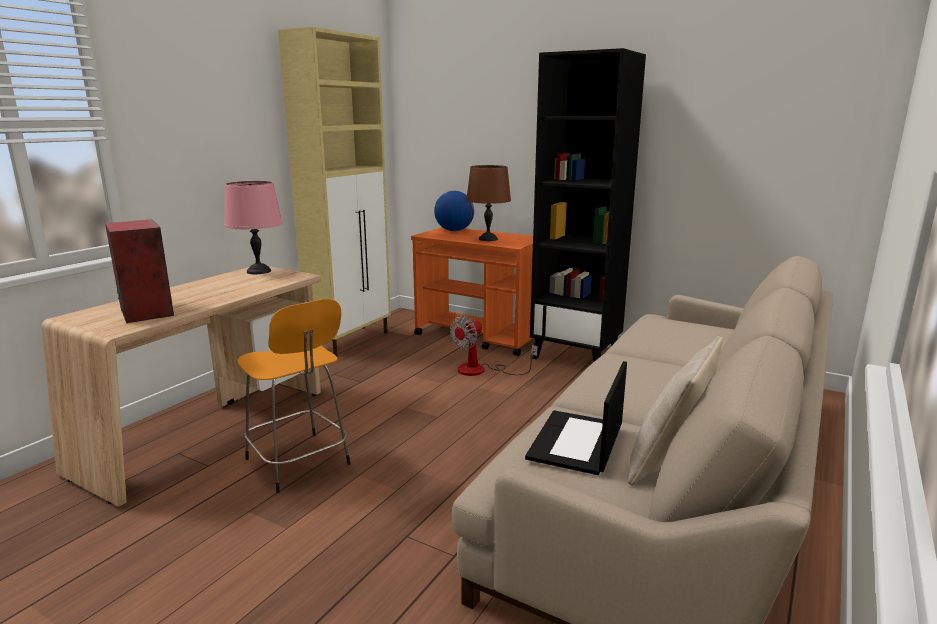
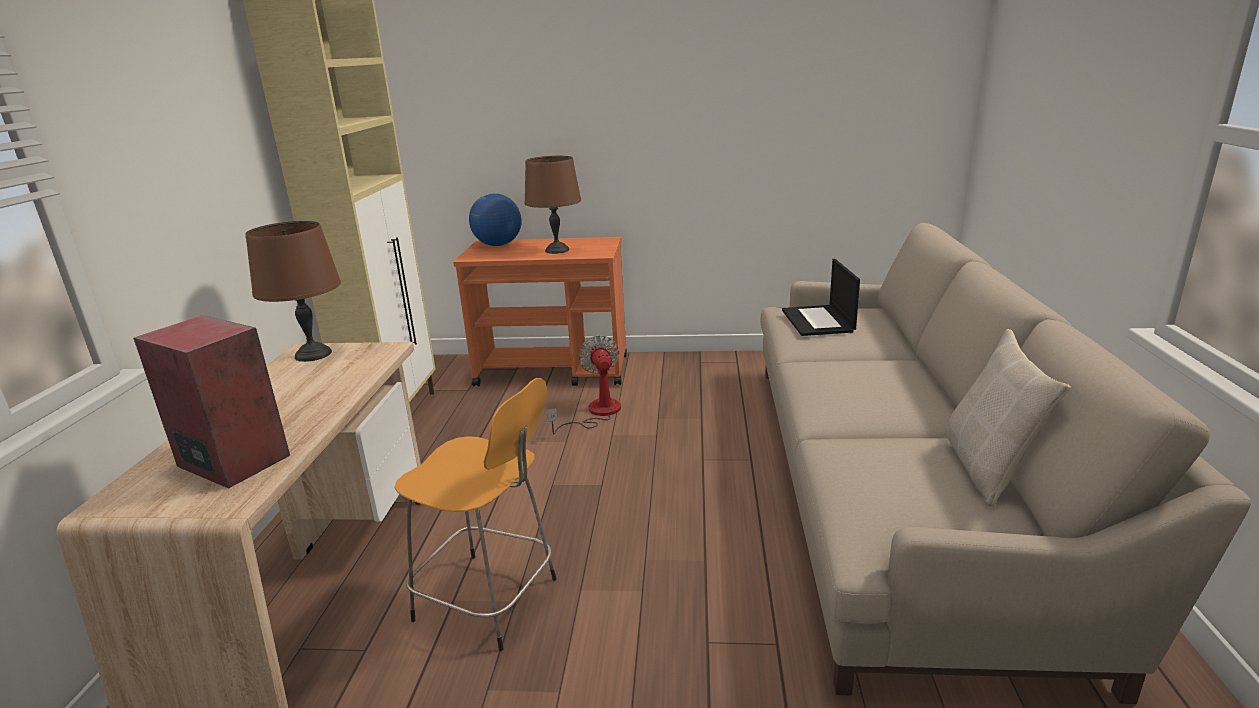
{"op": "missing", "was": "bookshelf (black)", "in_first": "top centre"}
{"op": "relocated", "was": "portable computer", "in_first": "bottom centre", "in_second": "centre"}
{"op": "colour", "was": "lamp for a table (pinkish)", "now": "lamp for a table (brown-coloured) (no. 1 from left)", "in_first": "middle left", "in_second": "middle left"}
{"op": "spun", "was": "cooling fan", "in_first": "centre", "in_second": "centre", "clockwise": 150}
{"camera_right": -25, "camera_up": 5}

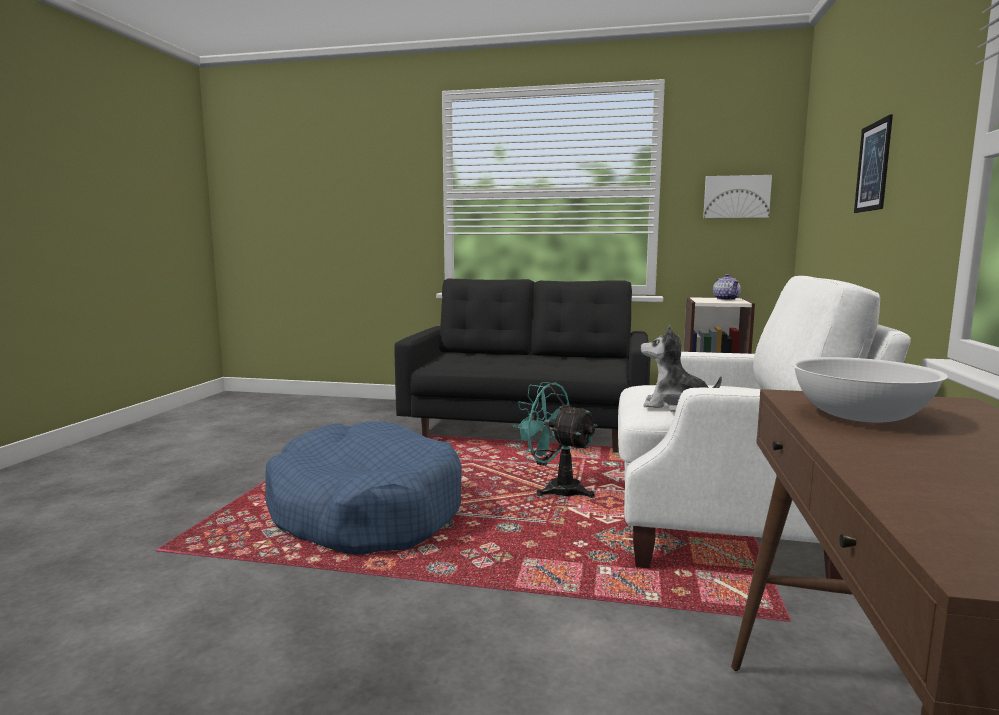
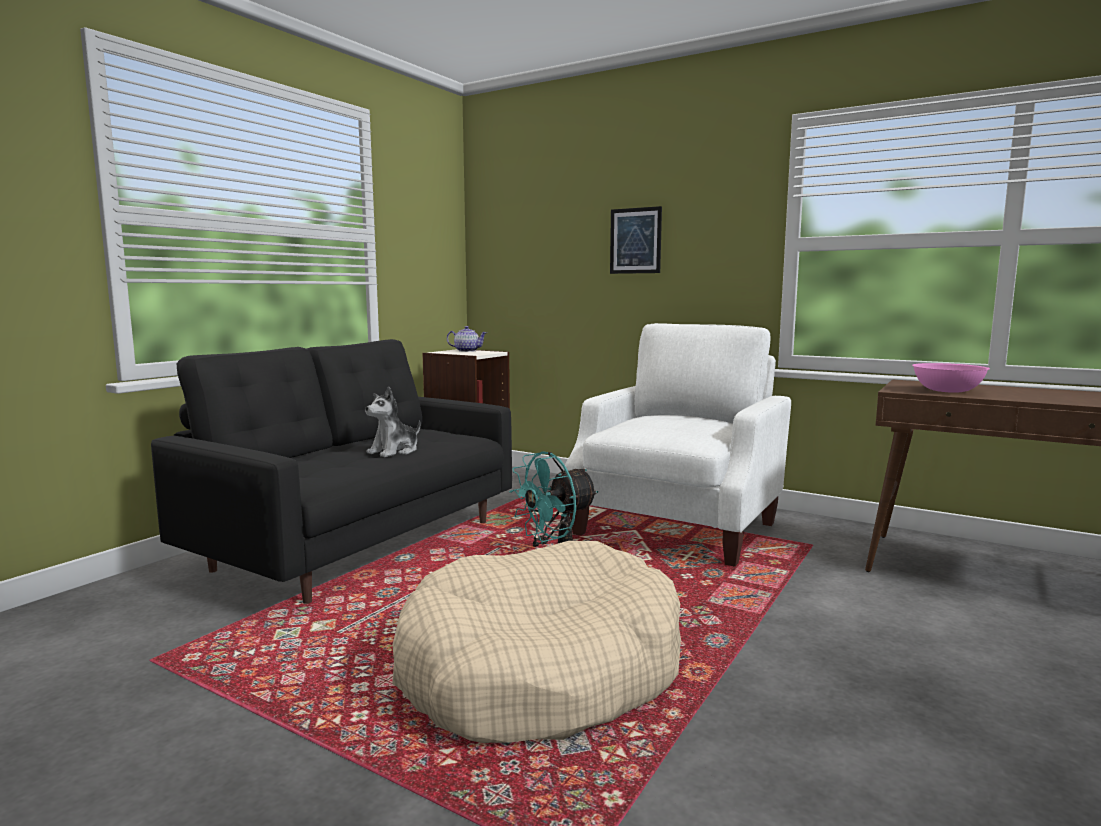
{"op": "missing", "was": "wall picture (no. 1 from left)", "in_first": "top right"}
{"op": "relocated", "was": "plush toy", "in_first": "middle right", "in_second": "centre"}
{"op": "colour", "was": "dog bed (bluish)", "now": "dog bed (beige)", "in_first": "bottom centre", "in_second": "bottom centre"}
{"op": "colour", "was": "deep dish (white-coloured)", "now": "deep dish (pinkish)", "in_first": "middle right", "in_second": "middle right"}
{"camera_right": -70, "camera_up": 0}

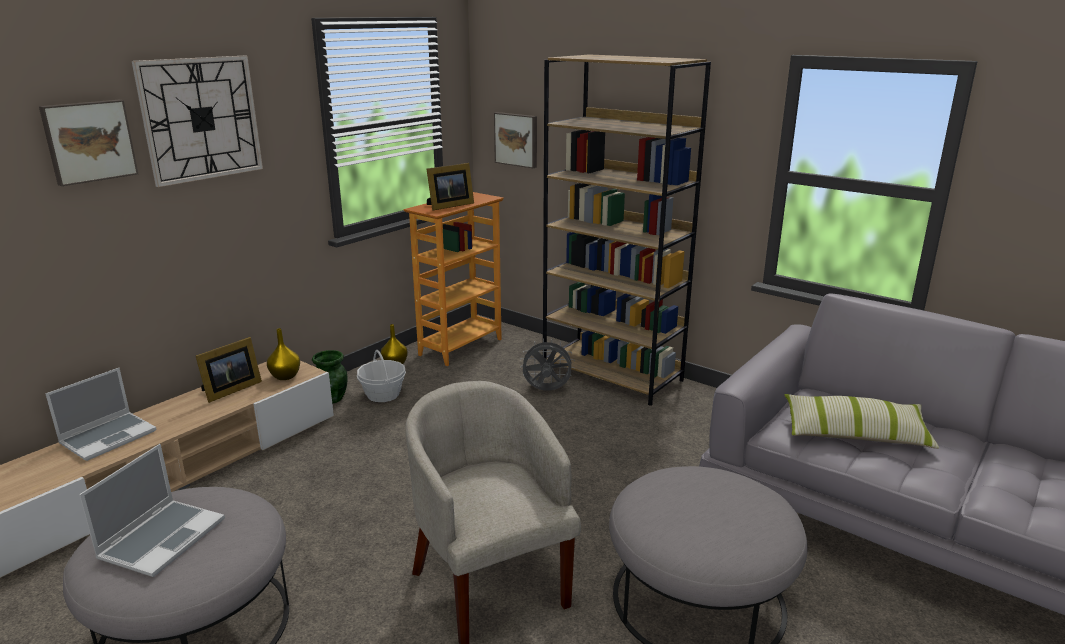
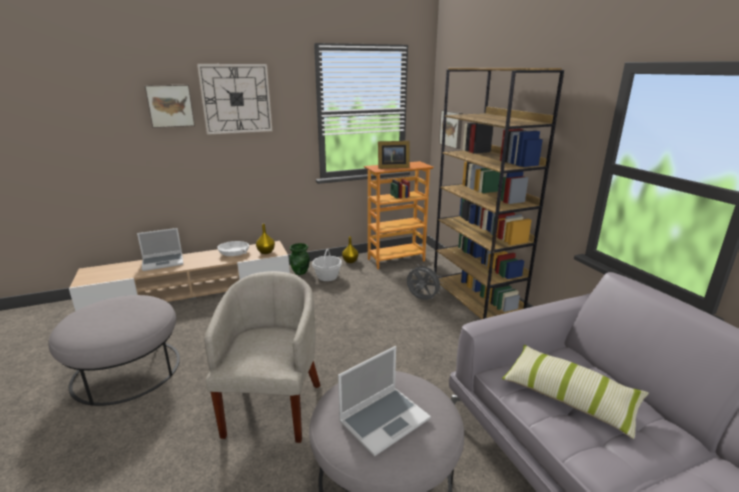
{"op": "relocated", "was": "portable computer (no. 2 from left)", "in_first": "bottom left", "in_second": "bottom centre"}
{"op": "exchanged", "was": "photo frame (no. 1 from left)", "now": "deep dish (white-coloured)", "in_first": "middle left", "in_second": "middle left"}
{"camera_right": 30, "camera_up": 0}

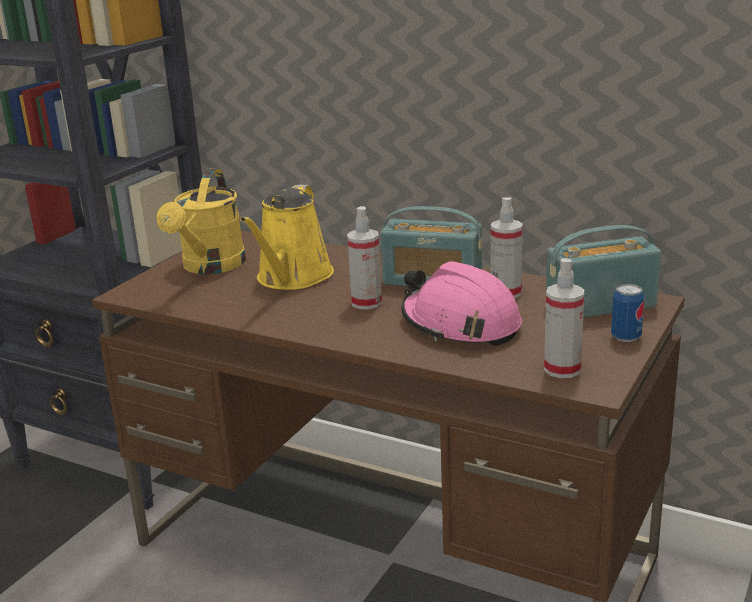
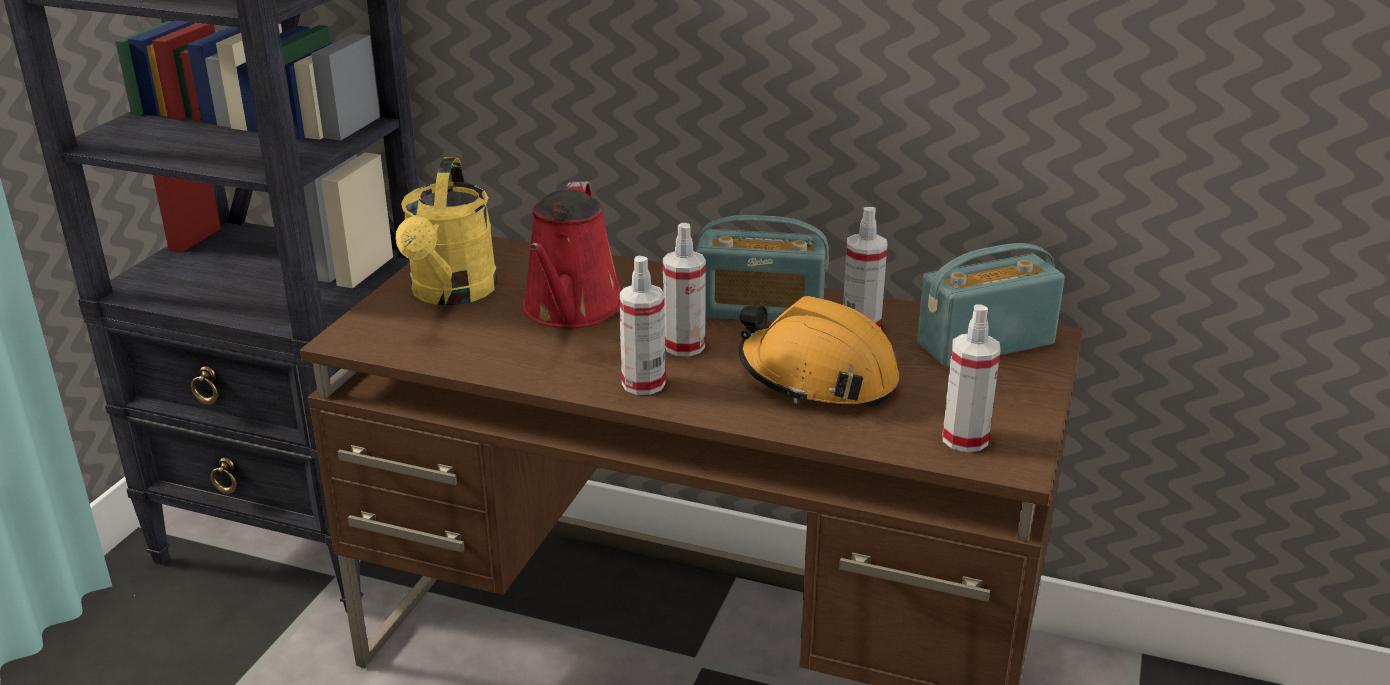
{"op": "missing", "was": "sealed can", "in_first": "middle right"}
{"op": "appeared", "now": "hand sprayer (no. 1 from left)", "in_second": "centre"}
{"op": "colour", "was": "watering can (yellow) (no. 2 from left)", "now": "watering can (red-coloured)", "in_first": "centre", "in_second": "centre"}
{"op": "colour", "was": "safety helmet (pinkish)", "now": "safety helmet (orange)", "in_first": "centre", "in_second": "centre"}
{"camera_right": -10, "camera_up": 5}

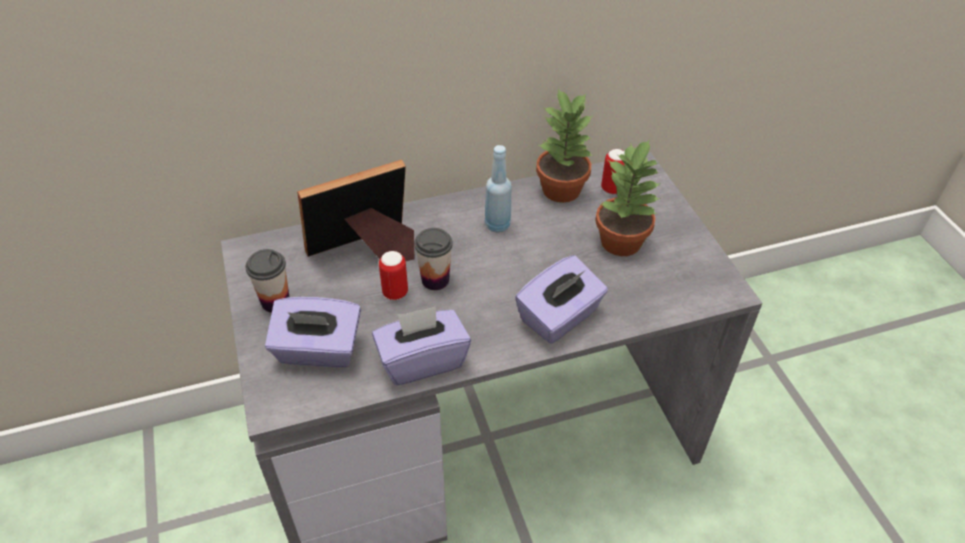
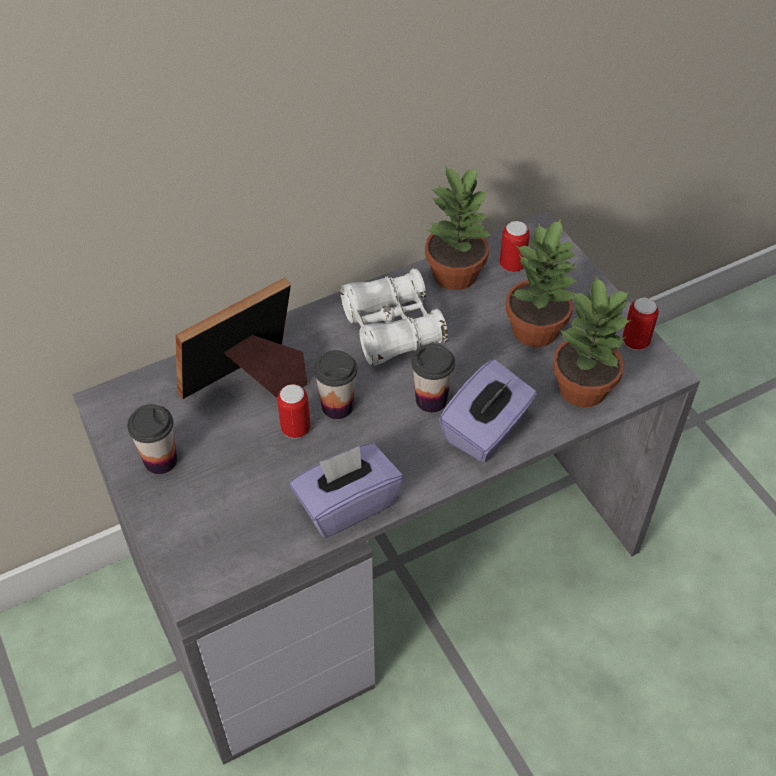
{"op": "missing", "was": "tissue box (purple-coloured) (no. 1 from left)", "in_first": "middle left"}
{"op": "appeared", "now": "small cup (no. 3 from left)", "in_second": "centre"}
{"op": "appeared", "now": "houseplant (no. 3 from left)", "in_second": "middle right"}
{"op": "appeared", "now": "sealed can (no. 3 from left)", "in_second": "middle right"}
{"op": "exchanged", "was": "drink bottle (bluish)", "now": "field glasses (white-coloured)", "in_first": "centre", "in_second": "centre"}
{"camera_right": -10, "camera_up": 5}

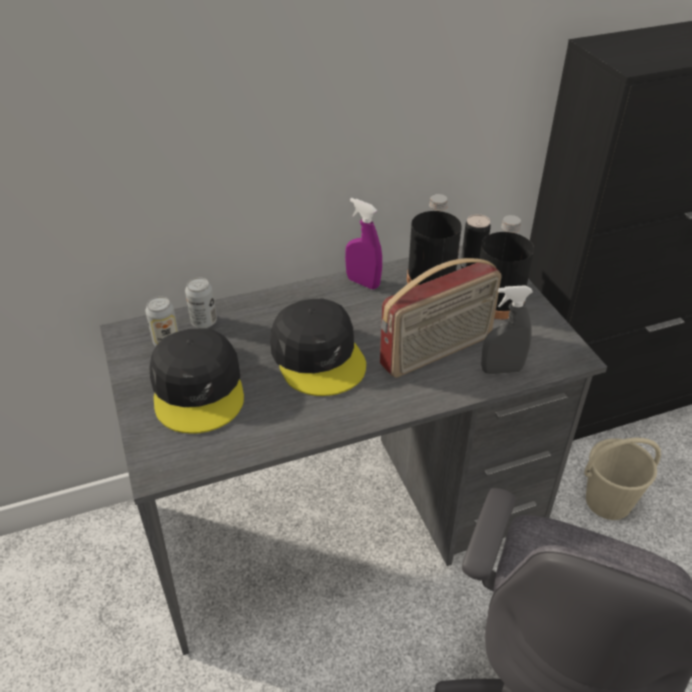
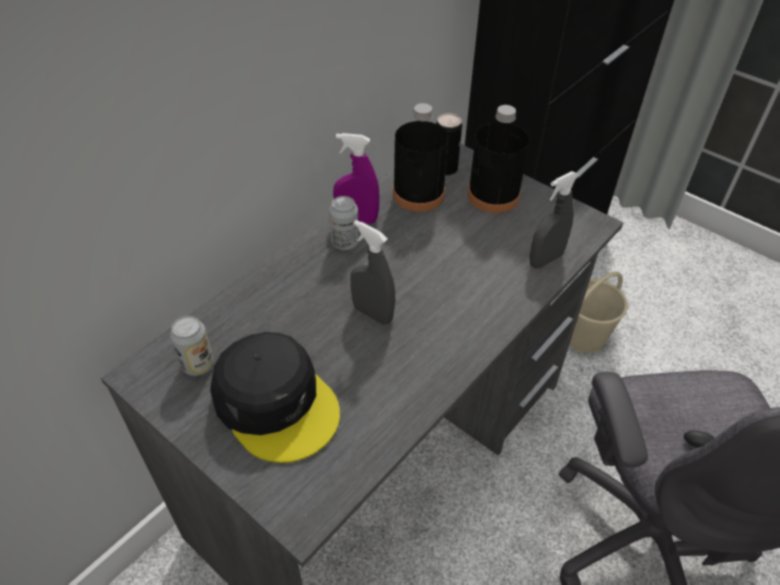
{"op": "missing", "was": "radio receiver", "in_first": "centre"}
{"op": "relocated", "was": "sealed can (no. 2 from left)", "in_first": "middle left", "in_second": "centre"}
{"op": "exchanged", "was": "peaked cap (black) (no. 2 from left)", "now": "hand sprayer (gray) (no. 1 from left)", "in_first": "centre", "in_second": "centre"}
{"camera_right": -30, "camera_up": 5}

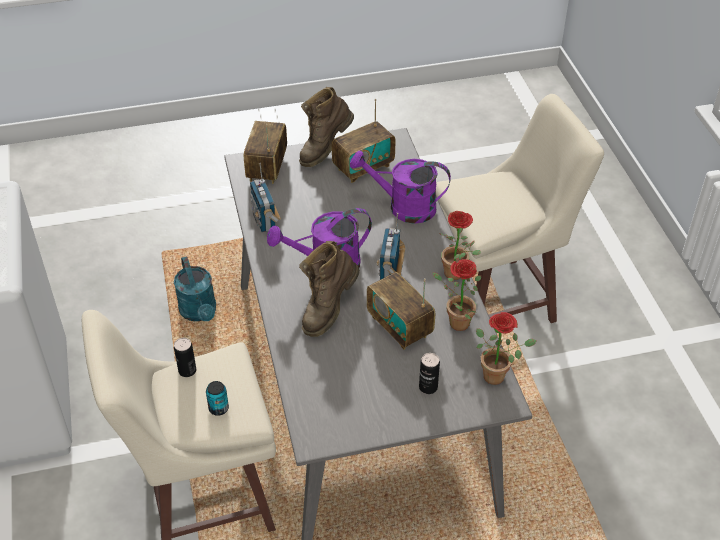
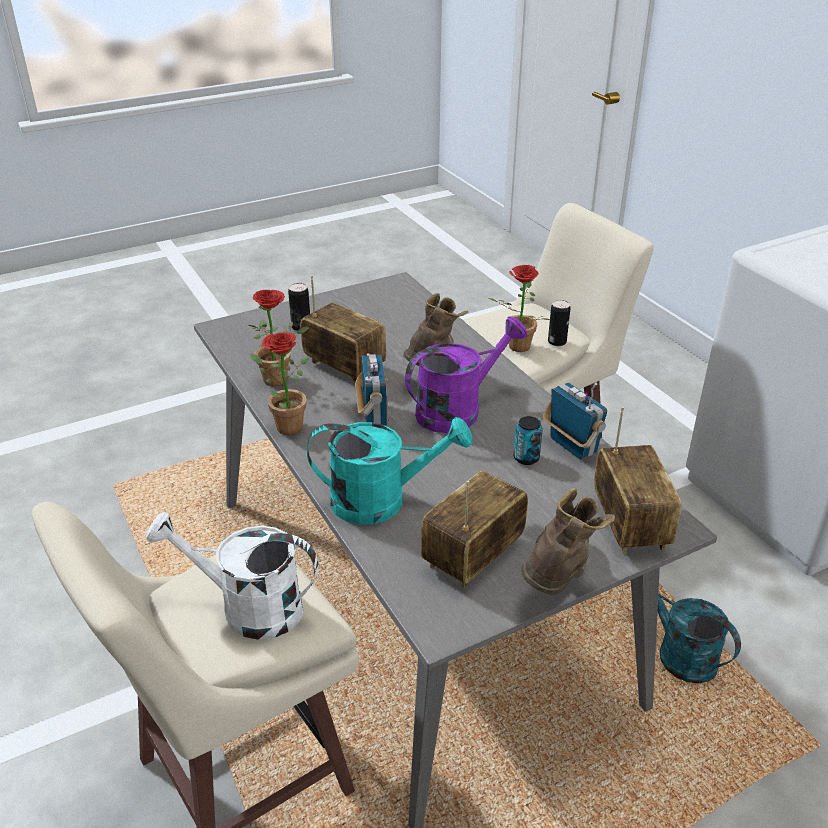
{"op": "appeared", "now": "watering can (white-coloured)", "in_second": "bottom left"}
{"op": "relocated", "was": "sealed can (no. 2 from left)", "in_first": "bottom left", "in_second": "centre"}
{"op": "relocated", "was": "houseplant (no. 3 from left)", "in_first": "middle right", "in_second": "centre"}
{"op": "colour", "was": "watering can (purple-coloured) (no. 2 from left)", "now": "watering can (turquoise) (no. 1 from left)", "in_first": "centre", "in_second": "centre"}
{"camera_right": 165, "camera_up": -10}

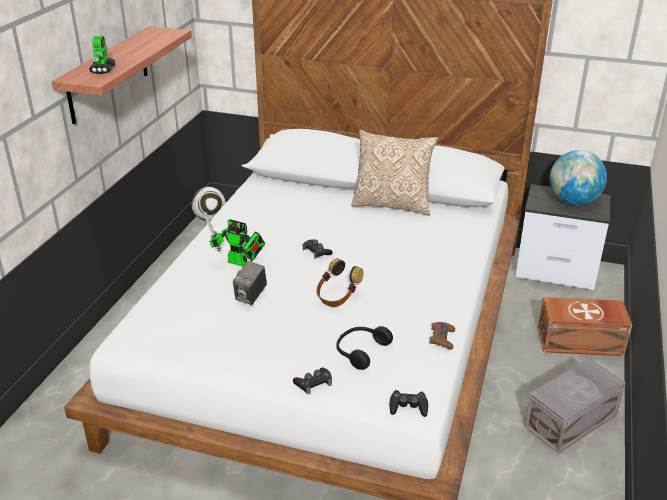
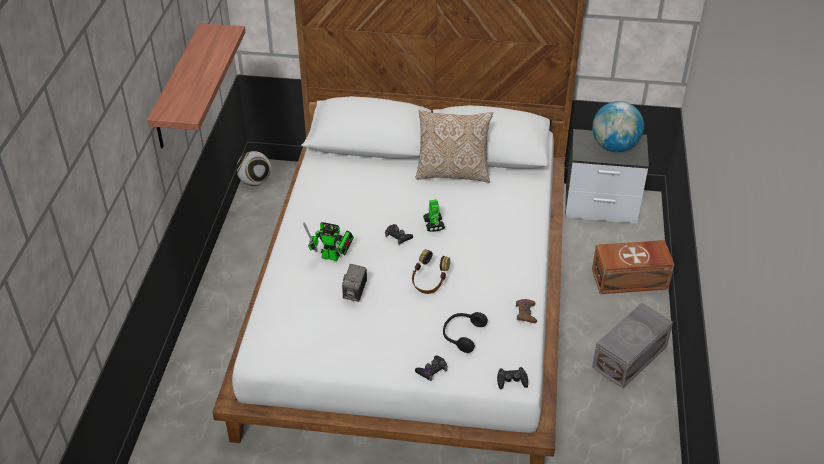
{"op": "relocated", "was": "model robot (no. 1 from left in the first image)", "now": "model robot (no. 2 from left)", "in_first": "top left", "in_second": "centre"}
{"camera_right": -10, "camera_up": 10}

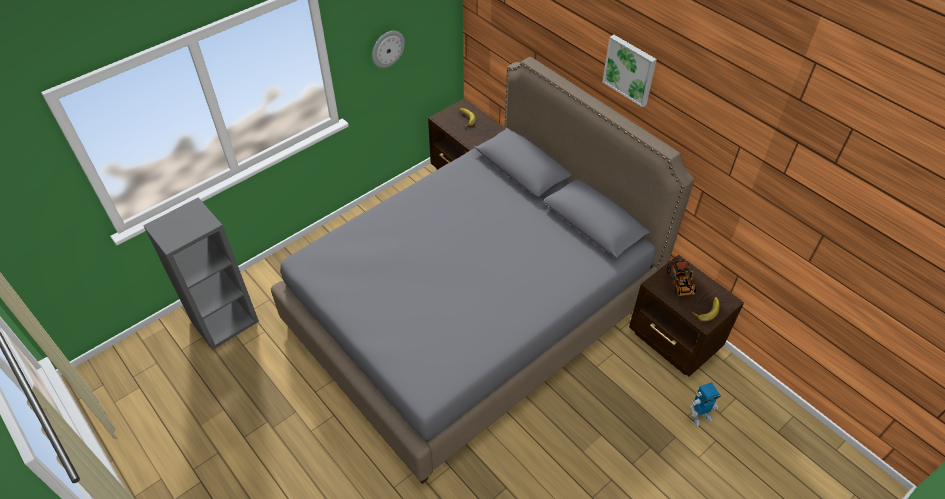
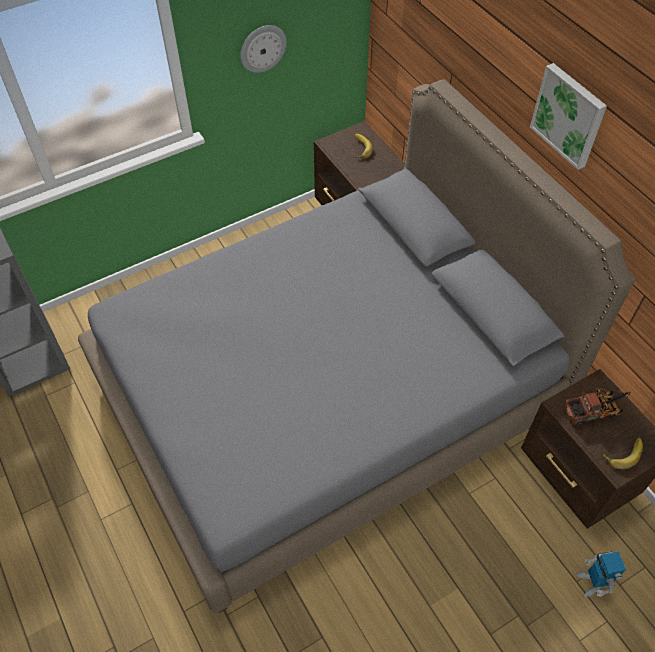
{"op": "spun", "was": "toy lorry", "in_first": "middle right", "in_second": "middle right", "clockwise": -105}
{"op": "spun", "was": "model robot", "in_first": "bottom right", "in_second": "bottom right", "clockwise": 90}
{"camera_right": 10, "camera_up": 5}

